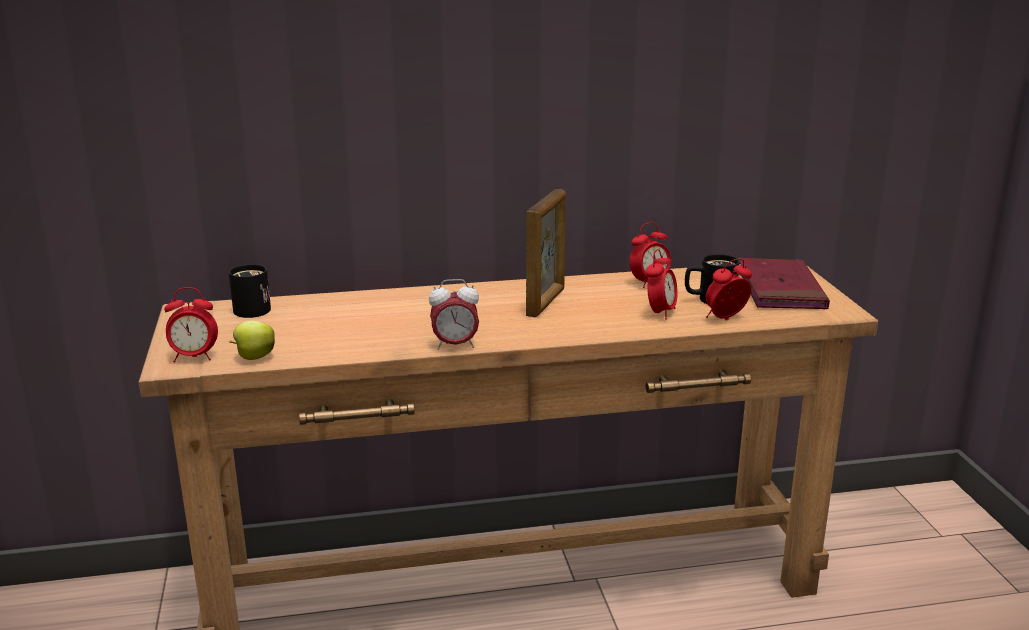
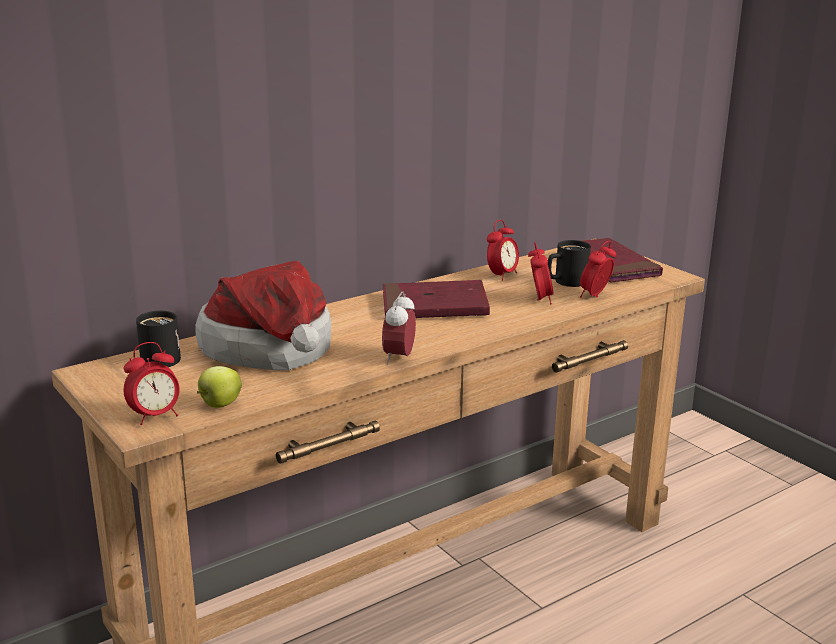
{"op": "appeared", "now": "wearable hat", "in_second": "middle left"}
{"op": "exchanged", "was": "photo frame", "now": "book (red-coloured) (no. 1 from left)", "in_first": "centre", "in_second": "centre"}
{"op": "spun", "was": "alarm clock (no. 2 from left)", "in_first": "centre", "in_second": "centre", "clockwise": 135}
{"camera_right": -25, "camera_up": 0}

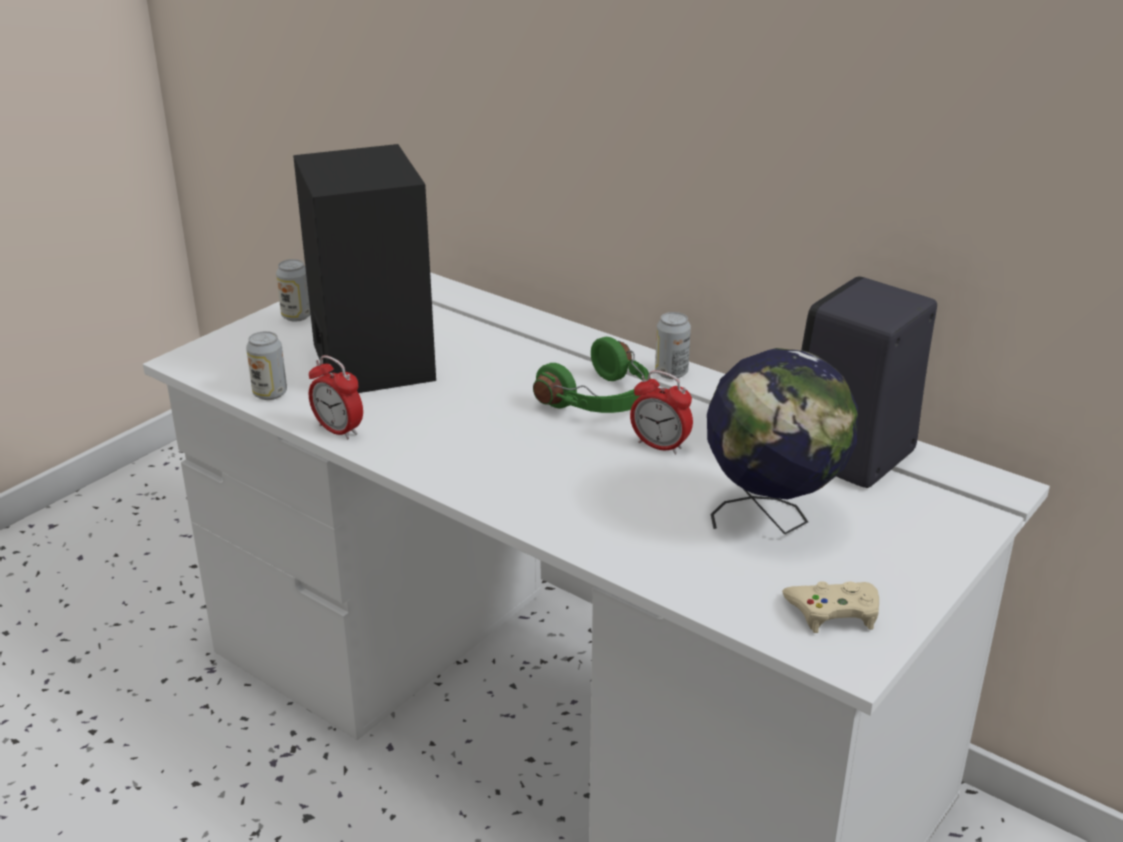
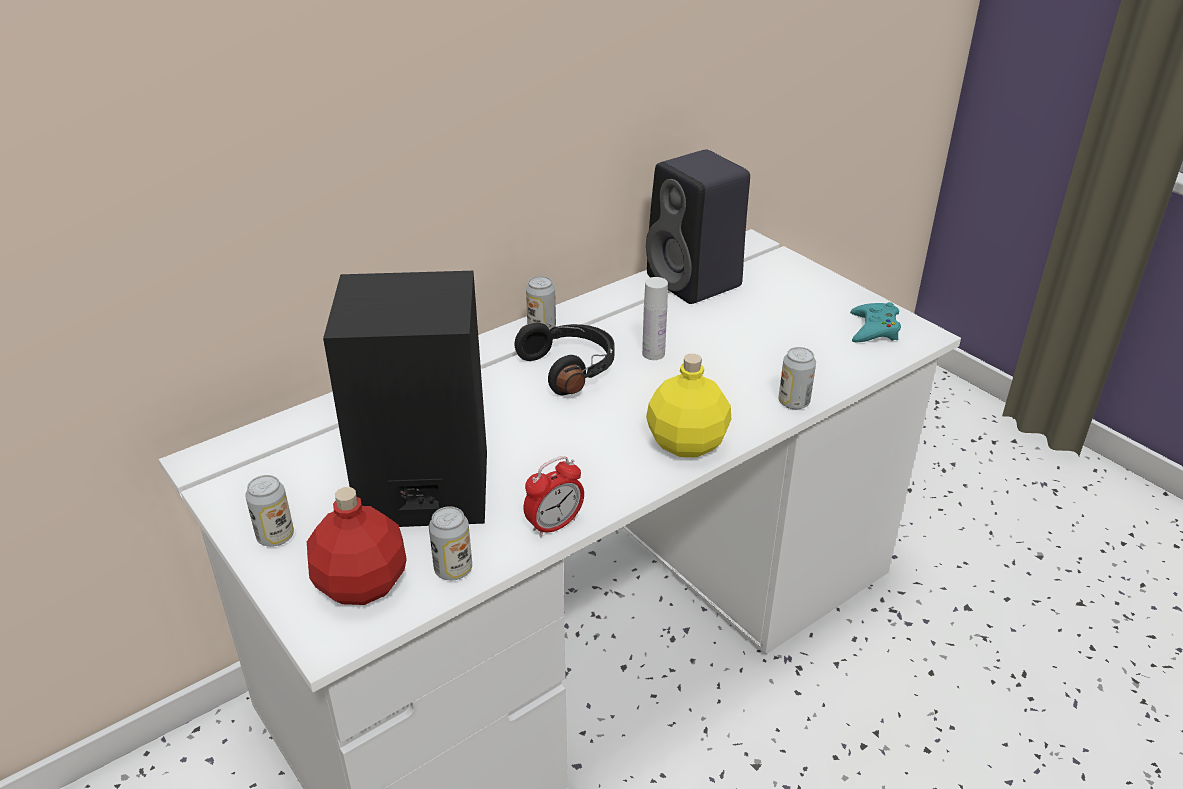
{"op": "missing", "was": "world globe", "in_first": "middle right"}
{"op": "appeared", "now": "drink bottle (red-coloured)", "in_second": "bottom left"}
{"op": "appeared", "now": "drink bottle (yellow)", "in_second": "centre"}
{"op": "appeared", "now": "sealed can (no. 4 from left)", "in_second": "middle right"}
{"op": "exchanged", "was": "alarm clock (no. 2 from left)", "now": "drink bottle (white-coloured)", "in_first": "centre", "in_second": "centre"}
{"op": "colour", "was": "pair of headphones (green-coloured)", "now": "pair of headphones (black)", "in_first": "centre", "in_second": "centre"}
{"op": "colour", "was": "gamepad (beige)", "now": "gamepad (turquoise)", "in_first": "bottom right", "in_second": "middle right"}
{"camera_right": -75, "camera_up": 5}

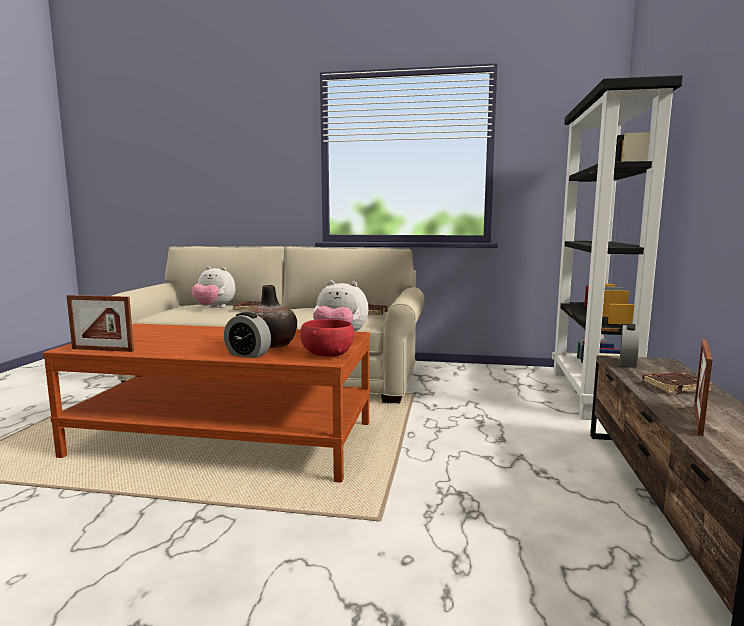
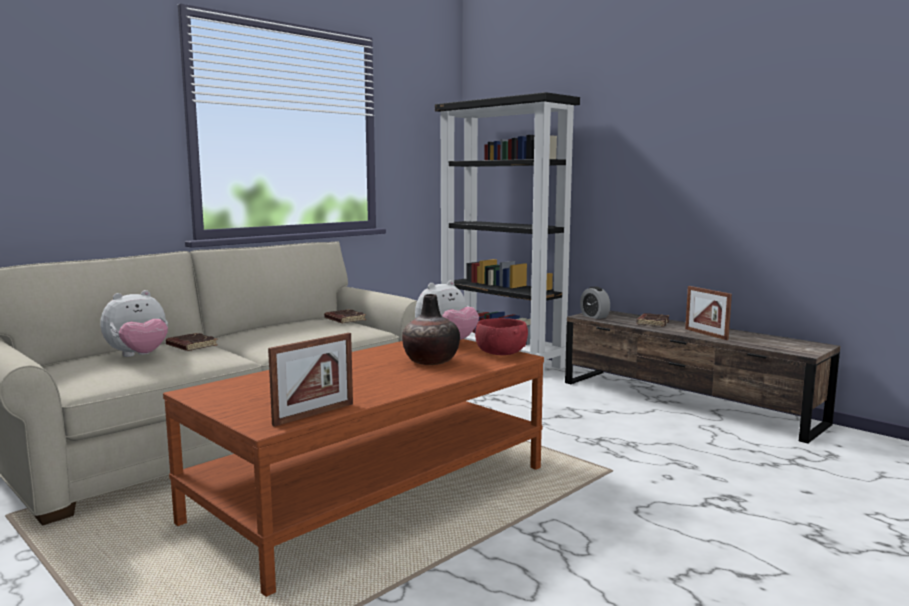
{"op": "missing", "was": "alarm clock (no. 1 from left)", "in_first": "middle left"}
{"camera_right": -55, "camera_up": 0}

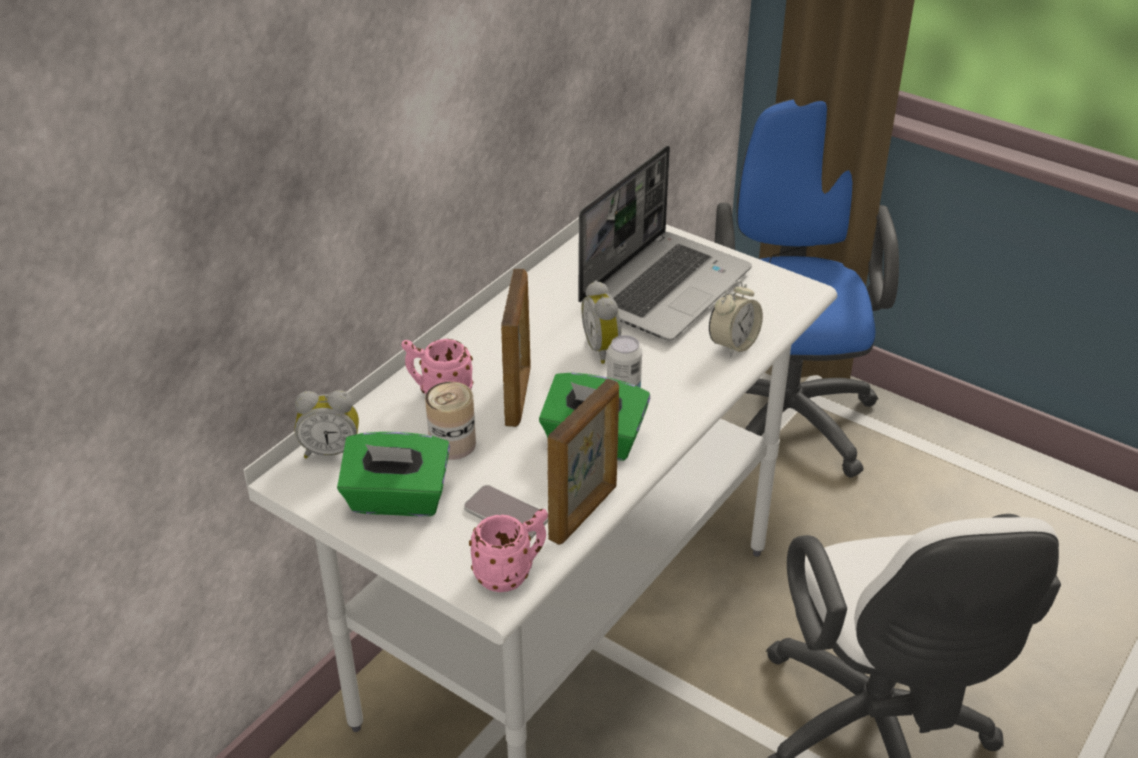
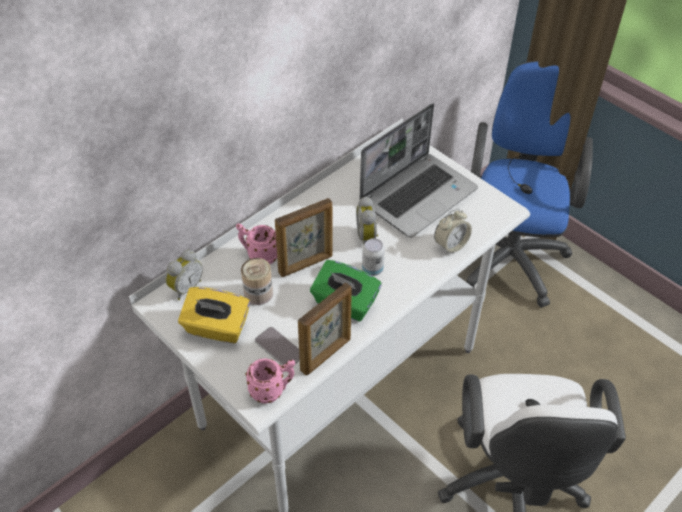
{"op": "colour", "was": "tissue box (green-coloured) (no. 1 from left)", "now": "tissue box (yellow)", "in_first": "centre", "in_second": "middle left"}
{"op": "spun", "was": "alarm clock (no. 1 from left)", "in_first": "middle left", "in_second": "middle left", "clockwise": -60}
{"op": "spun", "was": "photo frame (no. 1 from left)", "in_first": "centre", "in_second": "centre", "clockwise": 45}
{"camera_right": 10, "camera_up": 10}

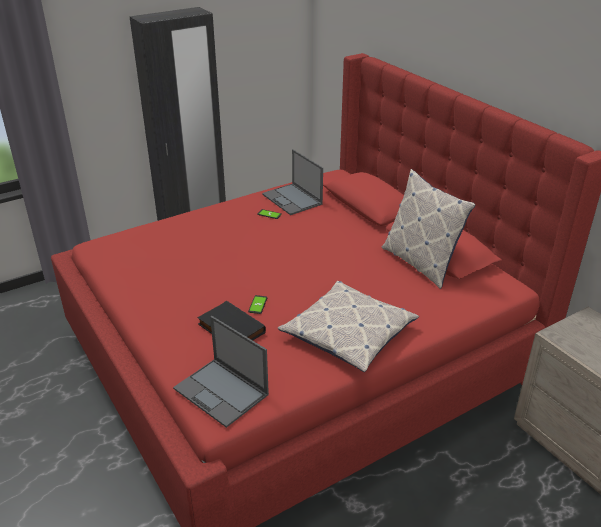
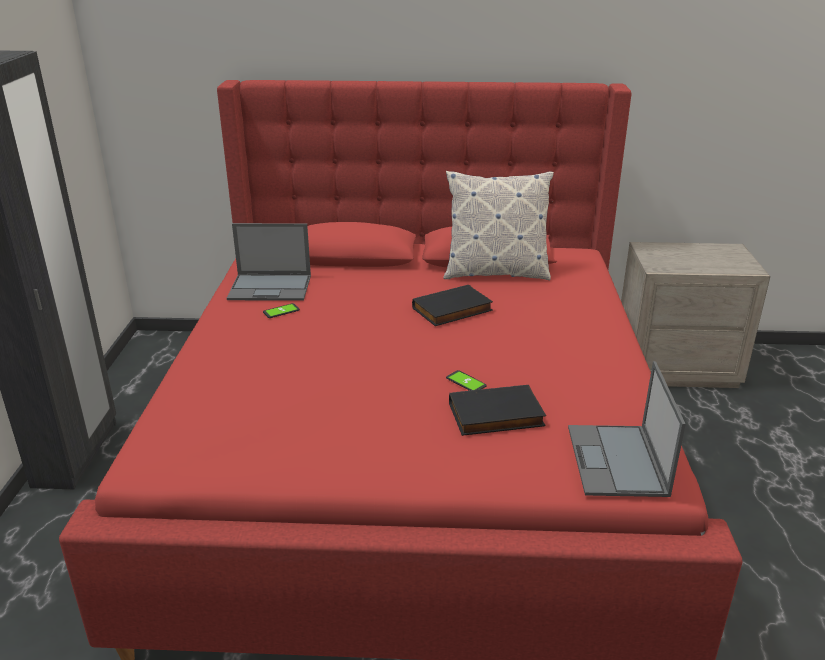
{"op": "missing", "was": "throw pillow (no. 1 from left)", "in_first": "centre"}
{"op": "appeared", "now": "book (black) (no. 1 from left)", "in_second": "centre"}
{"op": "spun", "was": "portable computer (no. 1 from left in the first image)", "in_first": "bottom centre", "in_second": "middle right", "clockwise": 105}
{"camera_right": -55, "camera_up": -5}

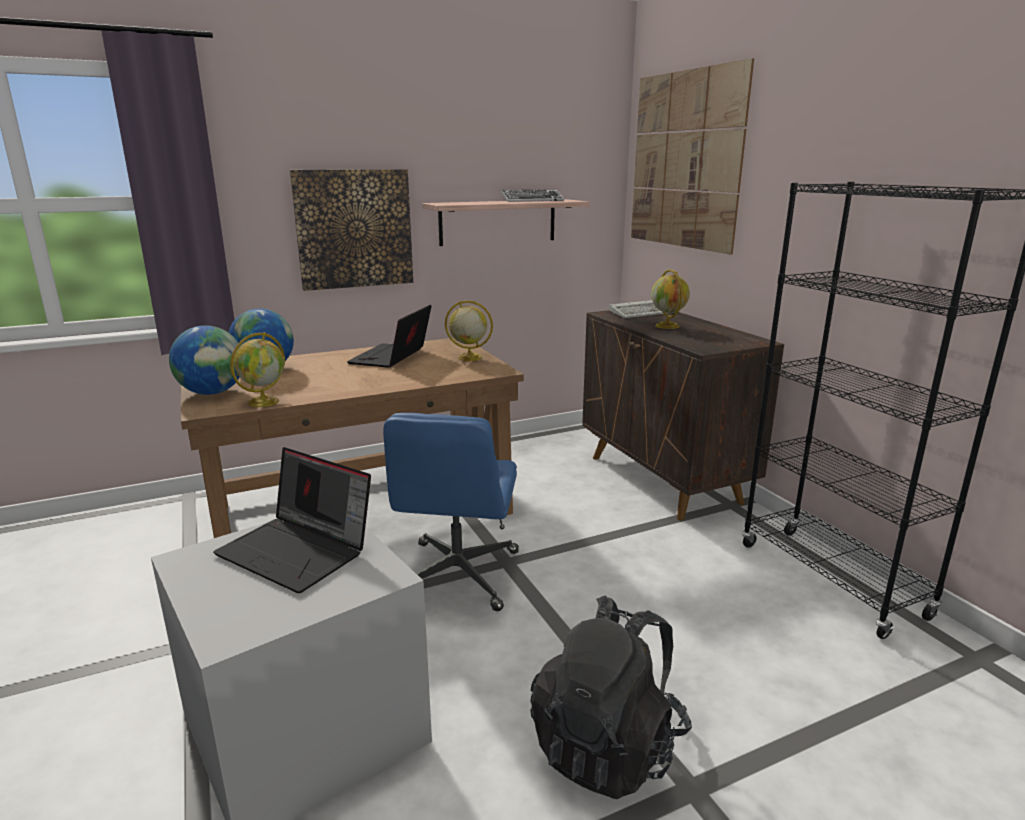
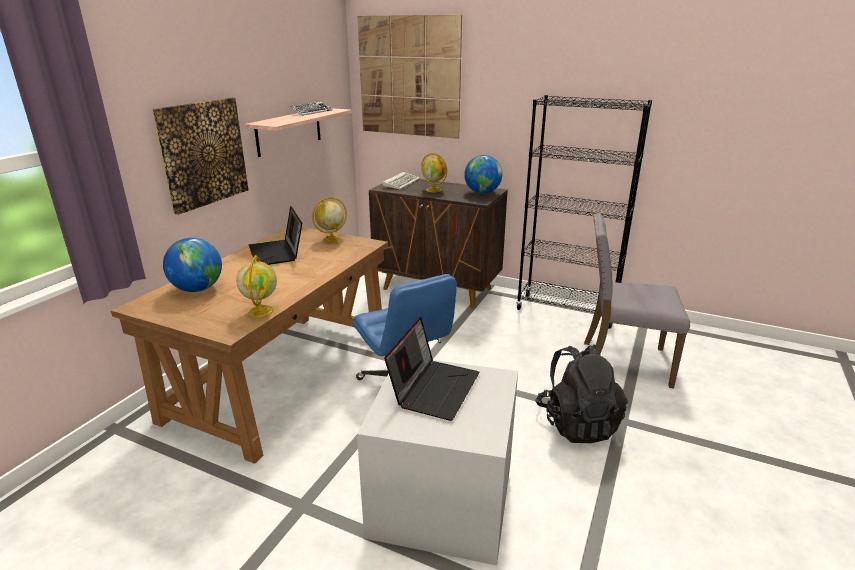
{"op": "appeared", "now": "plain chair (gray)", "in_second": "middle right"}
{"op": "relocated", "was": "world globe (no. 1 from left in the first image)", "now": "world globe (no. 5 from left)", "in_first": "middle left", "in_second": "top centre"}
{"op": "spun", "was": "portable computer (no. 1 from left in the first image)", "in_first": "middle left", "in_second": "centre", "clockwise": -60}
{"camera_right": -40, "camera_up": 5}

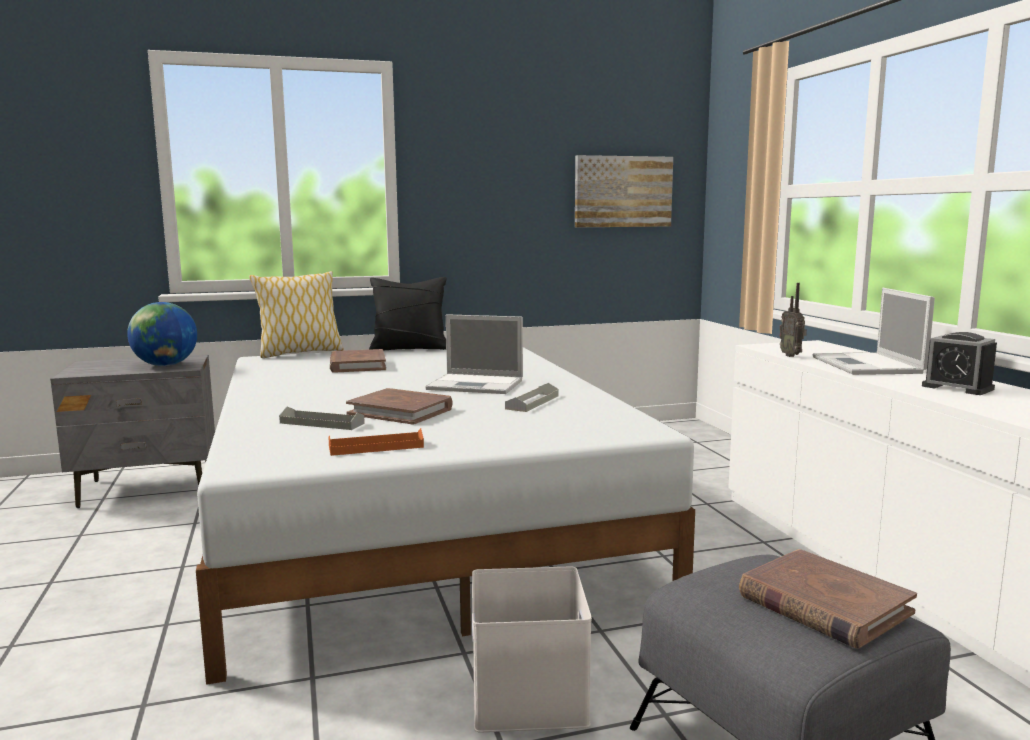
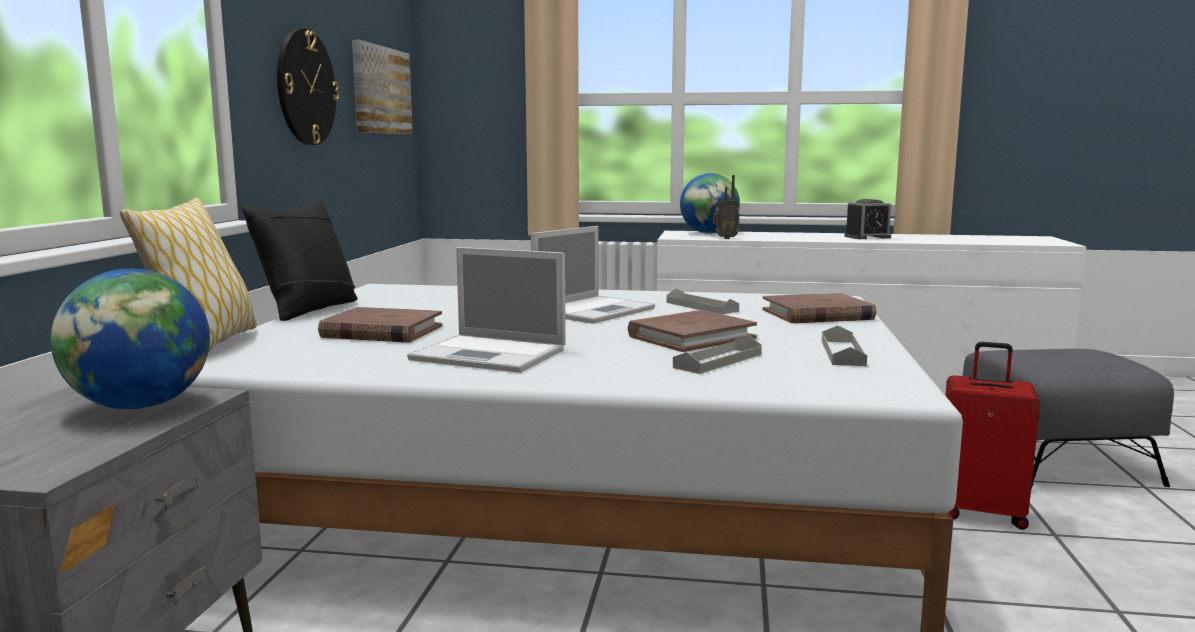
{"op": "appeared", "now": "hanging clock", "in_second": "top left"}
{"op": "appeared", "now": "world globe (no. 2 from left)", "in_second": "top centre"}
{"op": "relocated", "was": "book (brown-coloured) (no. 3 from left)", "in_first": "bottom right", "in_second": "middle right"}
{"op": "relocated", "was": "portable computer (no. 2 from left in the first image)", "now": "portable computer (no. 1 from left)", "in_first": "middle right", "in_second": "centre"}
{"op": "exchanged", "was": "storage bin (white-coloured)", "now": "suitcase (red-coloured)", "in_first": "bottom centre", "in_second": "bottom right"}
{"op": "colour", "was": "tray (orange)", "now": "tray (gray) (no. 3 from left)", "in_first": "centre", "in_second": "middle right"}
{"camera_right": -65, "camera_up": 0}

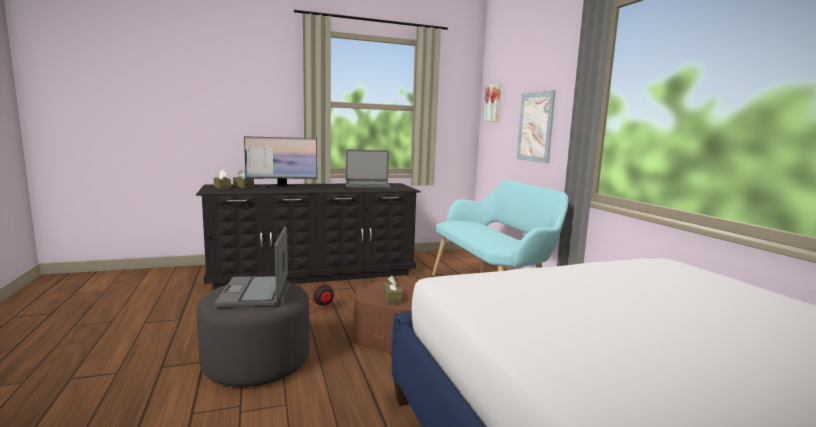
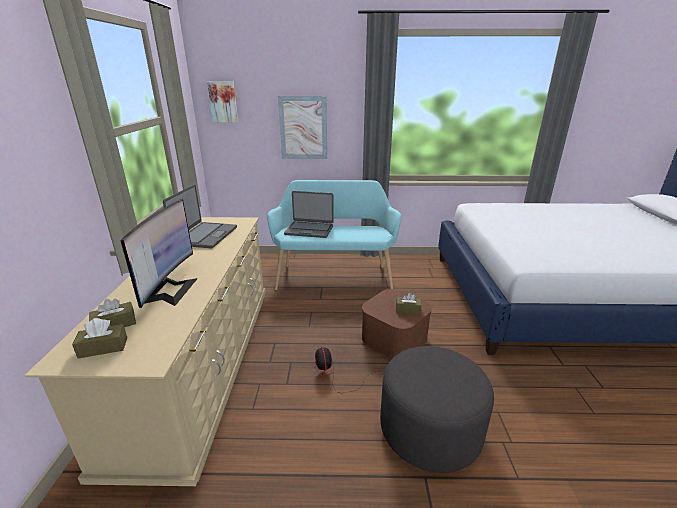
{"op": "relocated", "was": "portable computer (no. 1 from left in the first image)", "now": "portable computer (no. 2 from left)", "in_first": "middle left", "in_second": "centre"}
{"op": "colour", "was": "drawer chest (black)", "now": "drawer chest (beige)", "in_first": "centre", "in_second": "bottom left"}
{"camera_right": -70, "camera_up": 15}

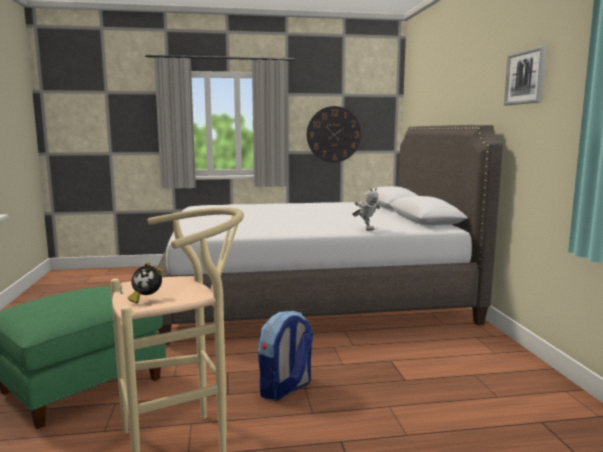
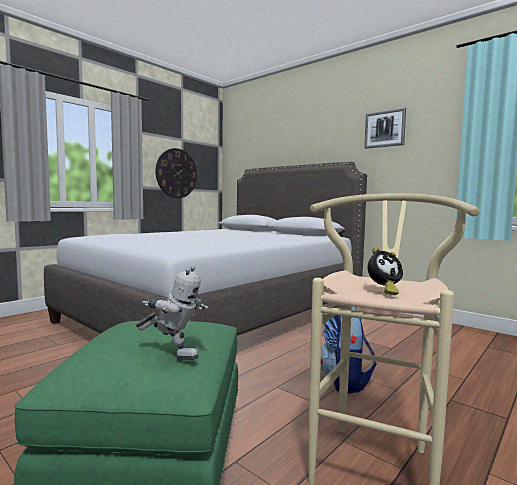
{"op": "relocated", "was": "model robot", "in_first": "centre", "in_second": "middle left"}
{"camera_right": -40, "camera_up": -5}

